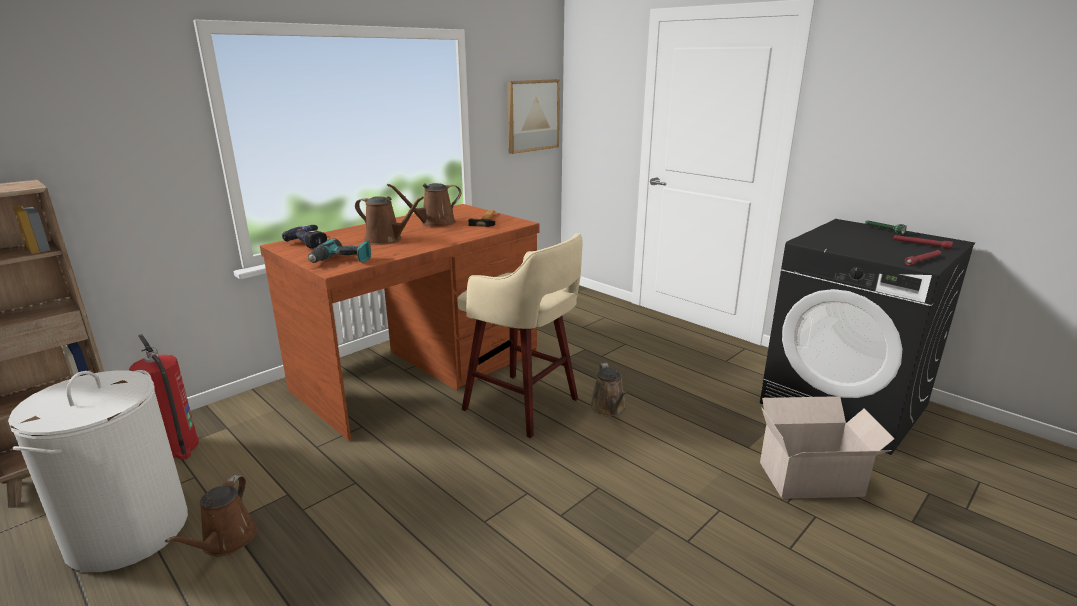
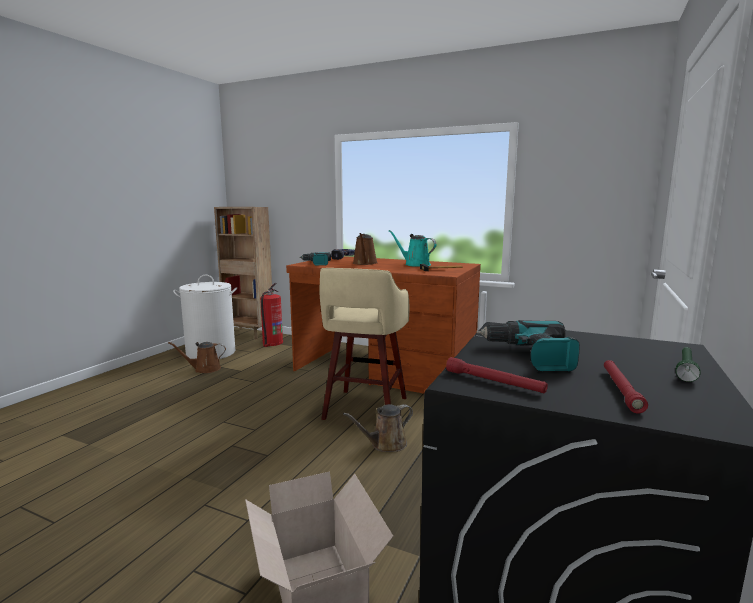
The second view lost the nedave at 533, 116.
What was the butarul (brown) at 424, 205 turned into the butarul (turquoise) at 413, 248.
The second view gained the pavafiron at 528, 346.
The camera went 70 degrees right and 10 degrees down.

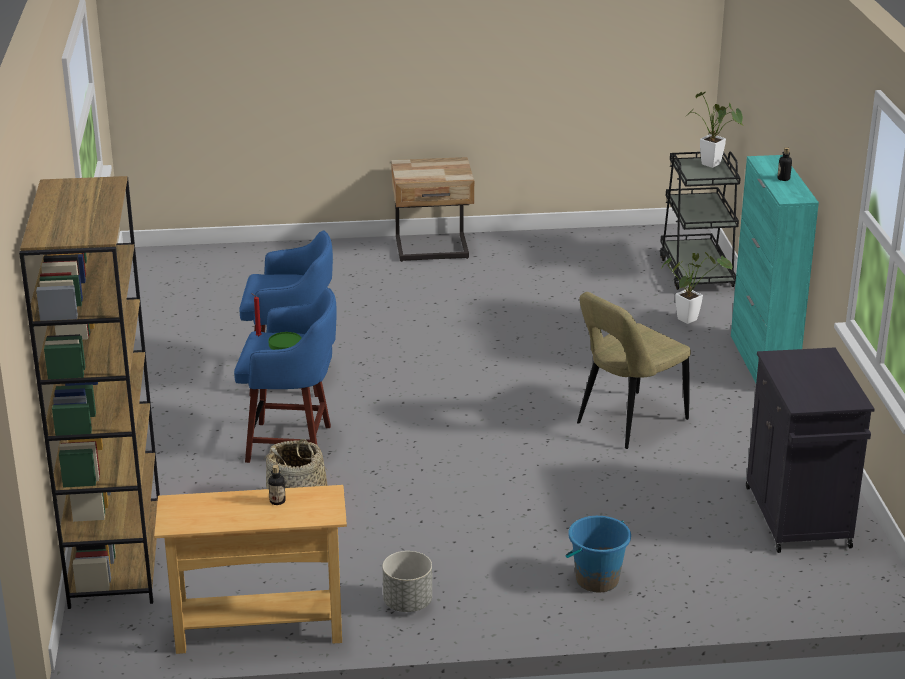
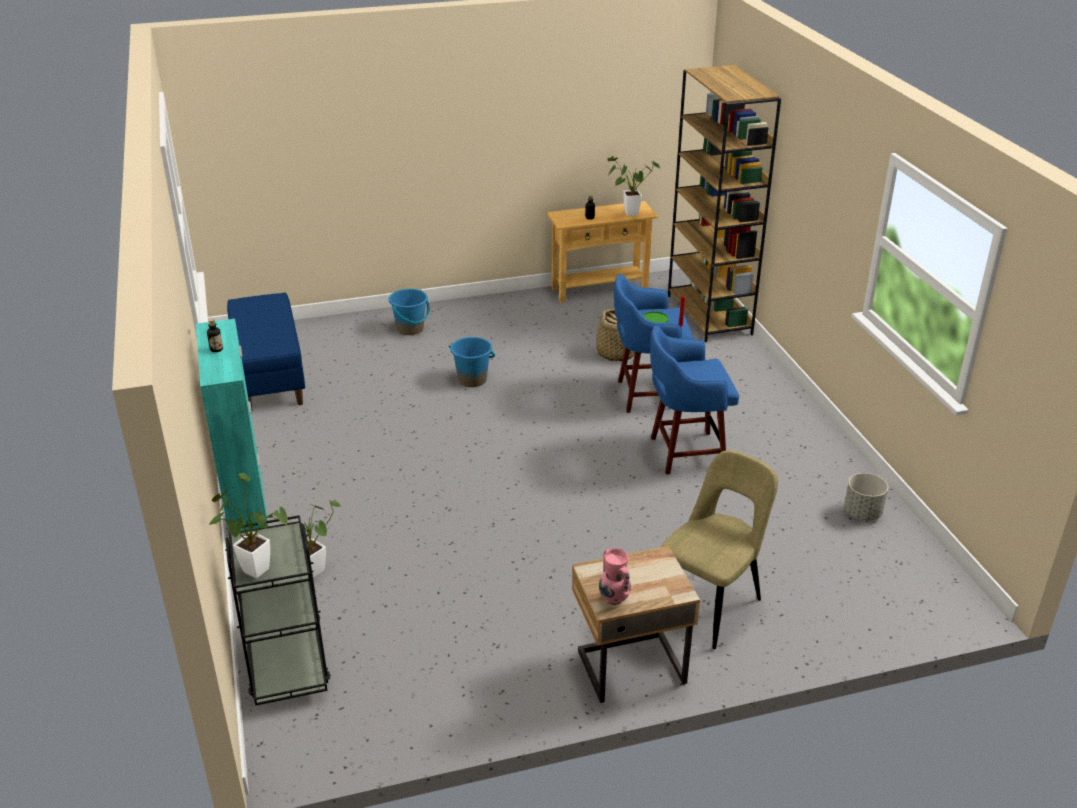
The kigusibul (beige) ended up elsewhere, having gone from 634, 370 to 719, 549.
Where the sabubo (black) stood at 810, 450, the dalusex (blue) came to stand at 266, 351.
The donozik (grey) ended up elsewhere, having gone from 407, 581 to 866, 496.
The second view gained the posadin at 633, 186.
The second view gained the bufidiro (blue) at 472, 362.
The second view gained the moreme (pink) at 615, 576.
The camera went 170 degrees right and 5 degrees up.

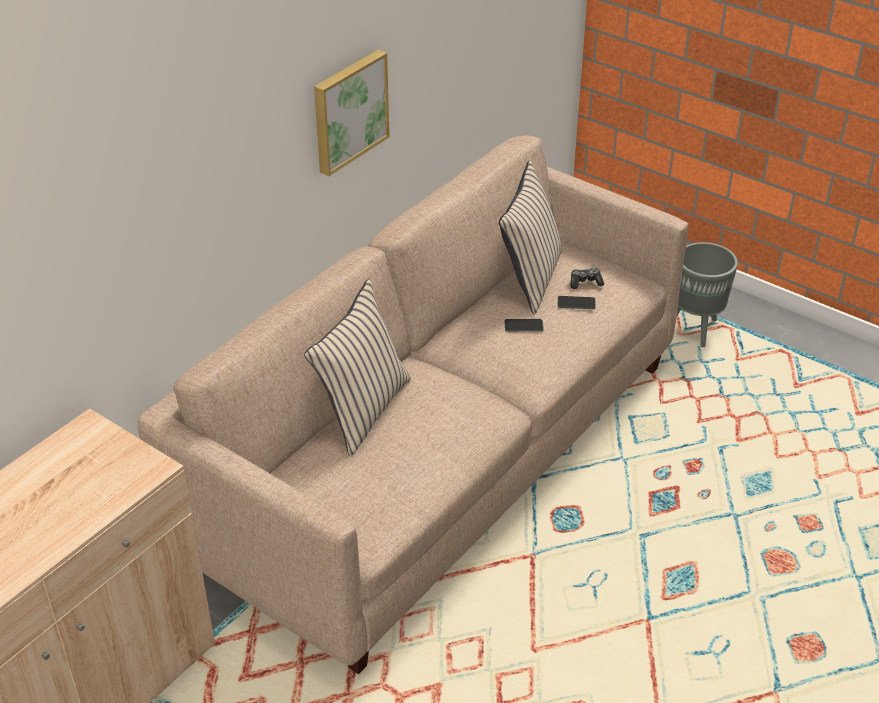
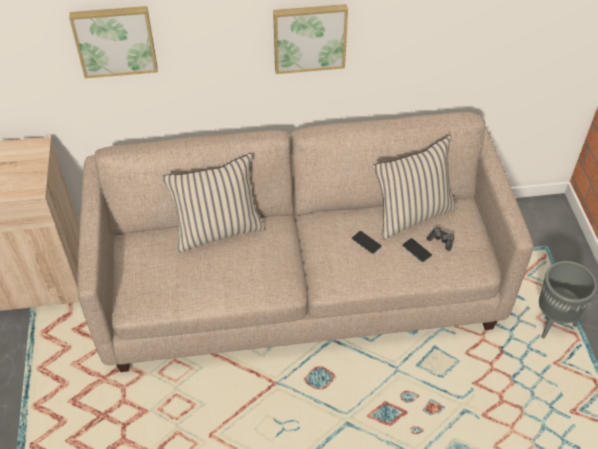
The second view gained the nedave at 113, 42.
The camera went 45 degrees right and 10 degrees up.

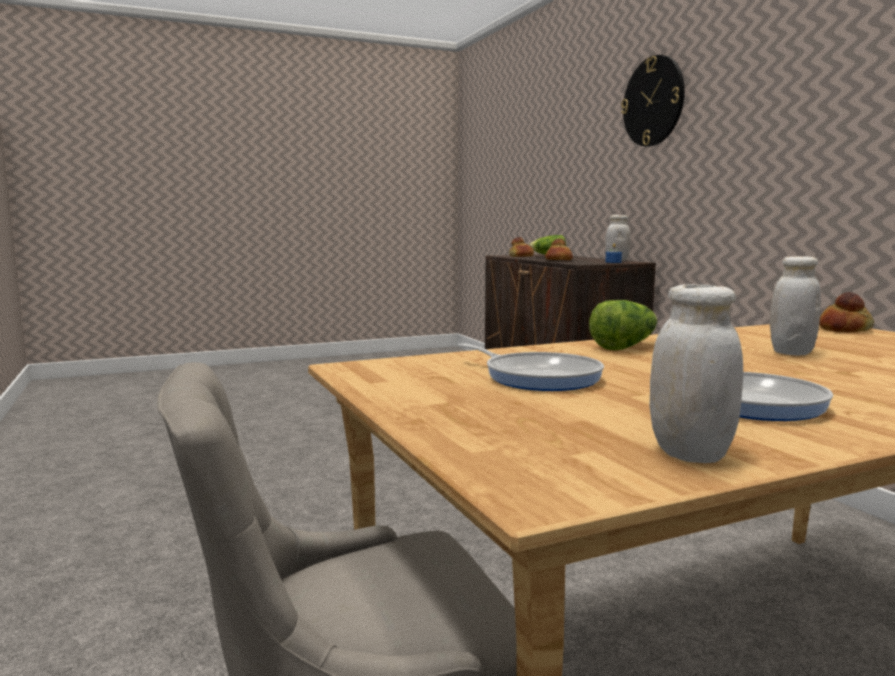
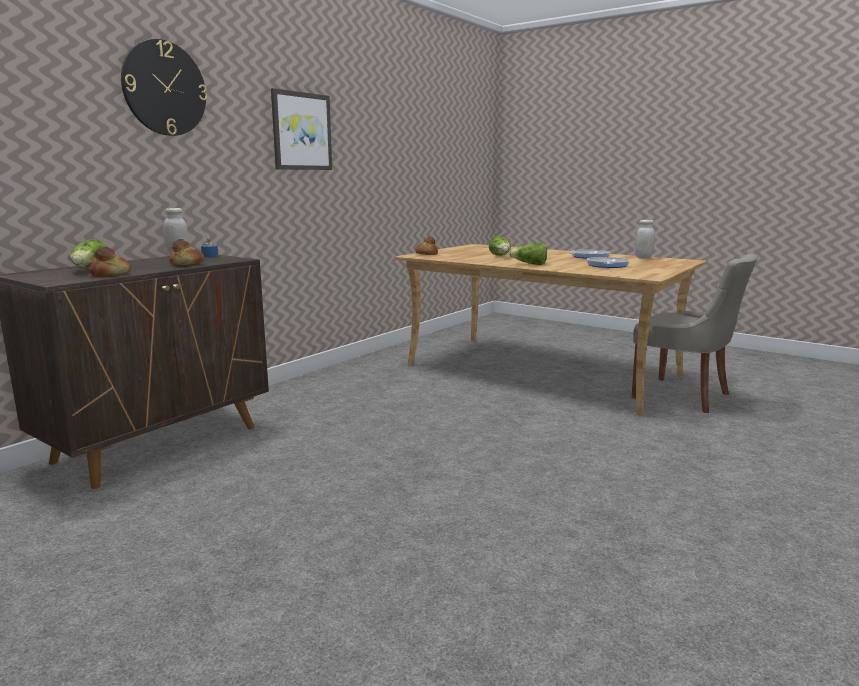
Where the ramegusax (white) stood at 795, 305, the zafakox came to stand at 500, 246.
The second view gained the nedave at 301, 129.
The camera went 120 degrees left and 5 degrees up.

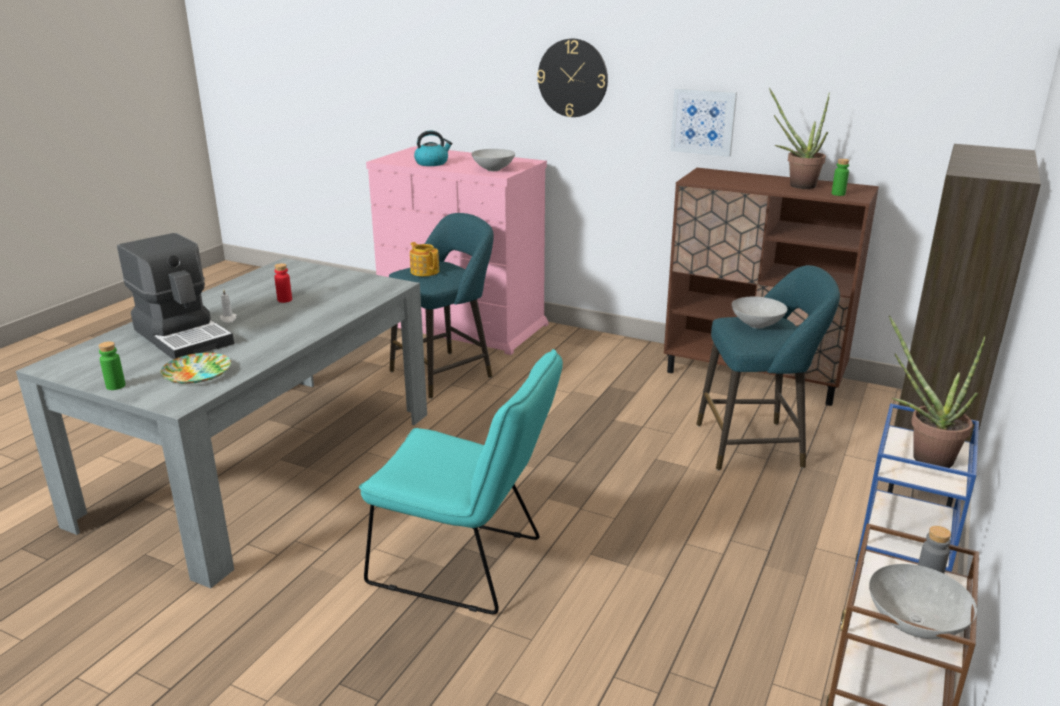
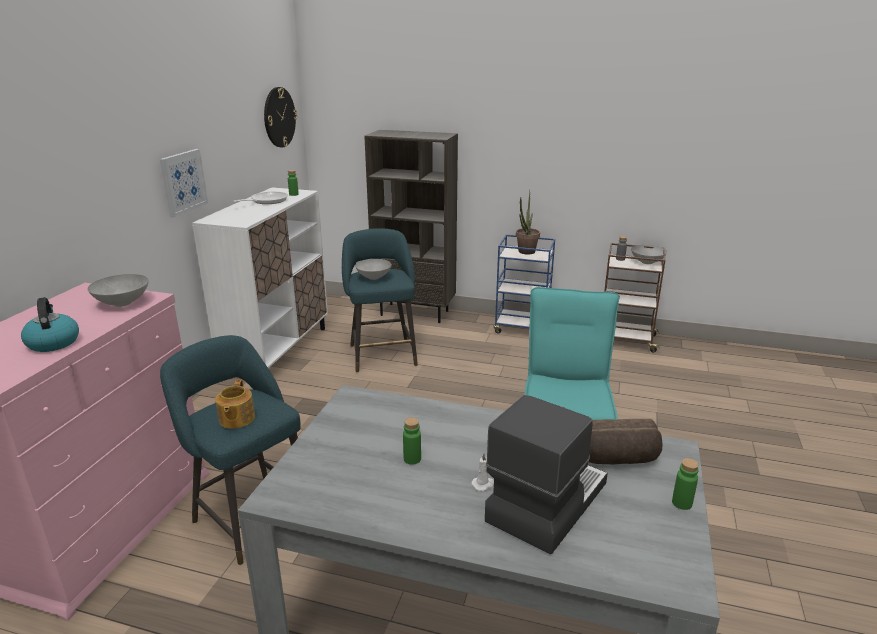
The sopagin ended up elsewhere, having gone from 572, 78 to 280, 117.
Where the posadin stood at 799, 138, the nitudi came to stand at 260, 198.
What was the sabubo (brown) at 771, 287 turned into the sabubo (white) at 260, 277.
The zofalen at 424, 259 ended up facing another way, 45 degrees counterclockwise from before.
What was the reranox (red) at 283, 283 turned into the reranox (green) at 412, 441.
Where the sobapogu stood at 195, 368, the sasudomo came to stand at 625, 441.
The camera went 100 degrees left and 0 degrees up.

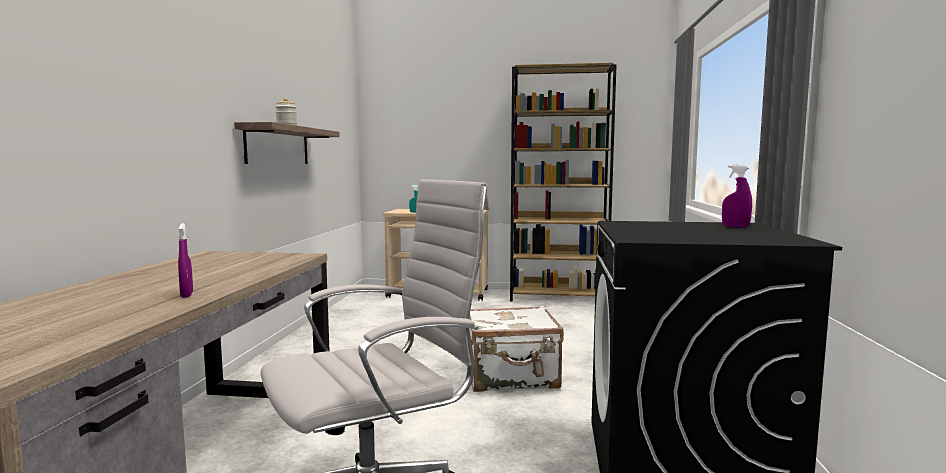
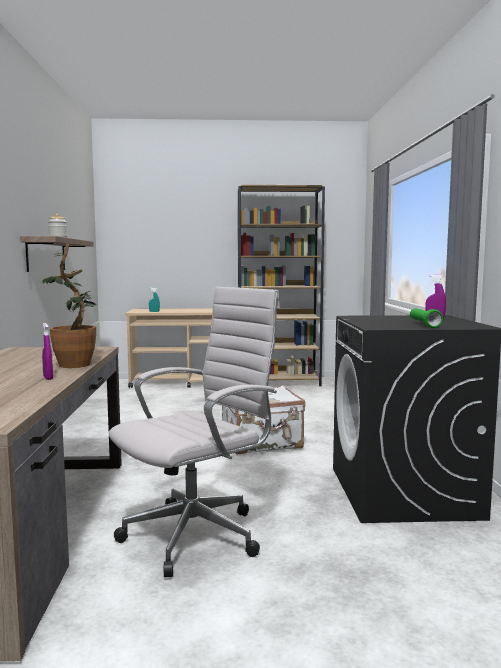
The second view gained the posadin at 69, 305.
The second view gained the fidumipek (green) at 426, 318.
The camera went 10 degrees left and 0 degrees up.

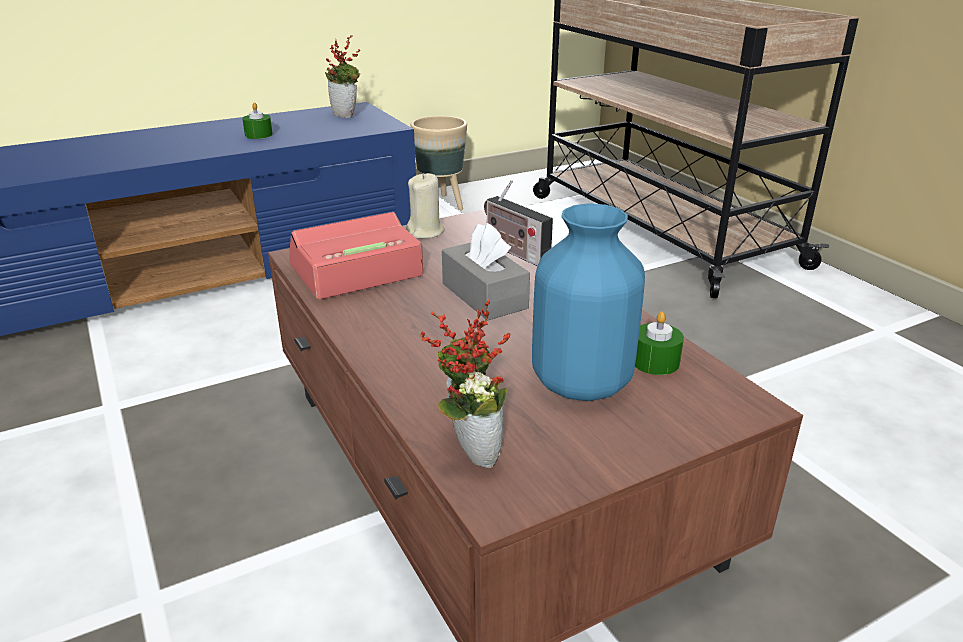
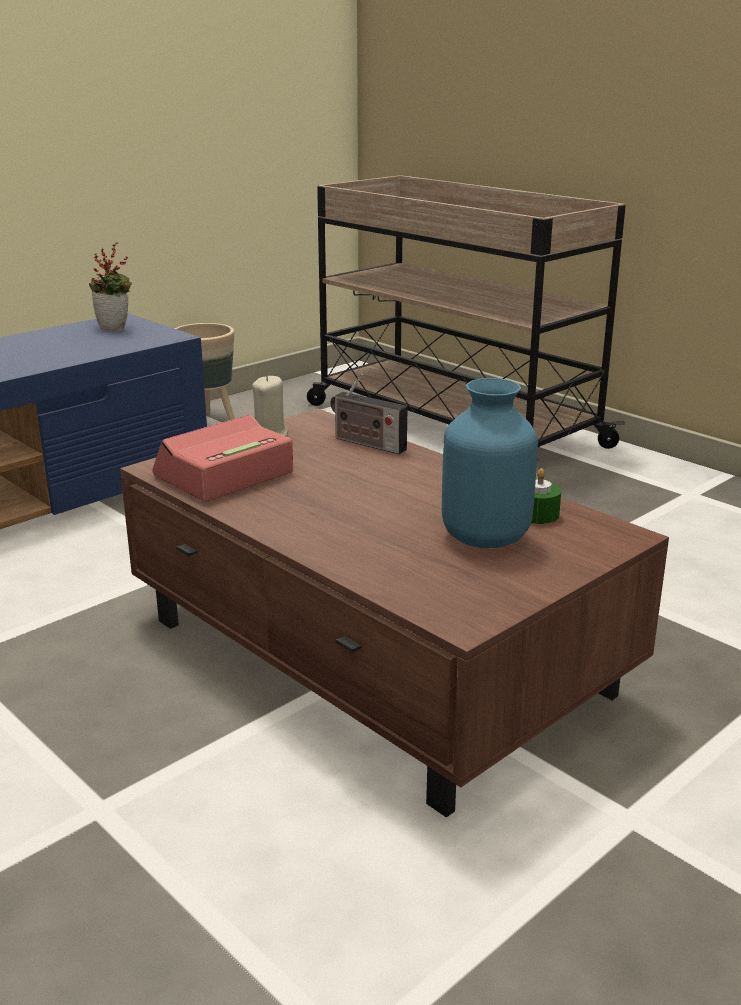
The second view lost the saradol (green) at 257, 120.
The second view lost the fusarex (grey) at 486, 272.
The second view lost the posadin at 464, 383.
The camera went 15 degrees left and 5 degrees down.

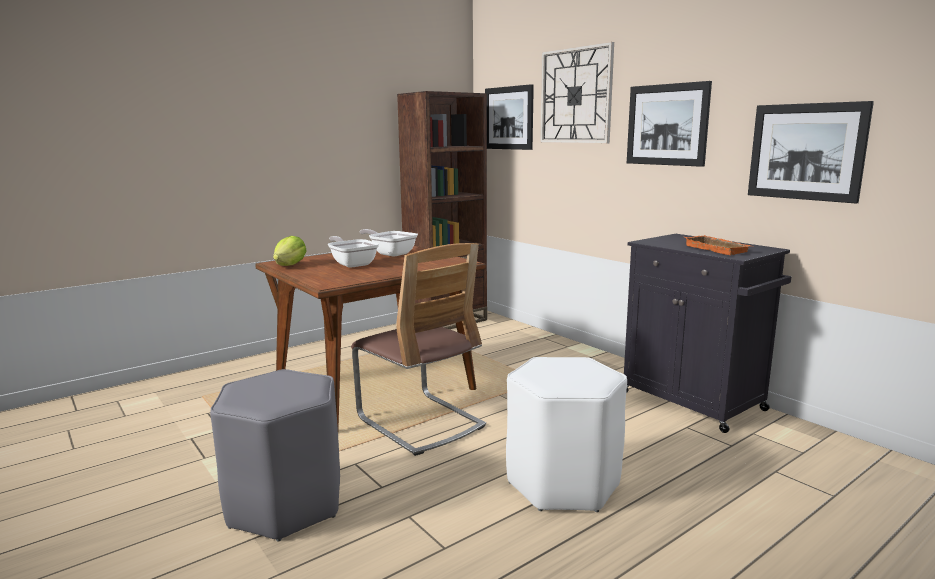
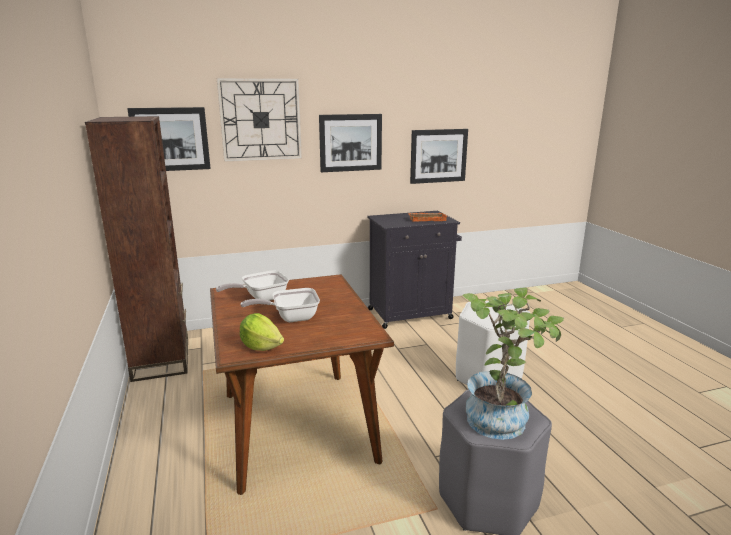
The second view lost the kigusibul at 418, 349.
The second view gained the posadin at 513, 363.
The camera went 70 degrees left and 5 degrees up.

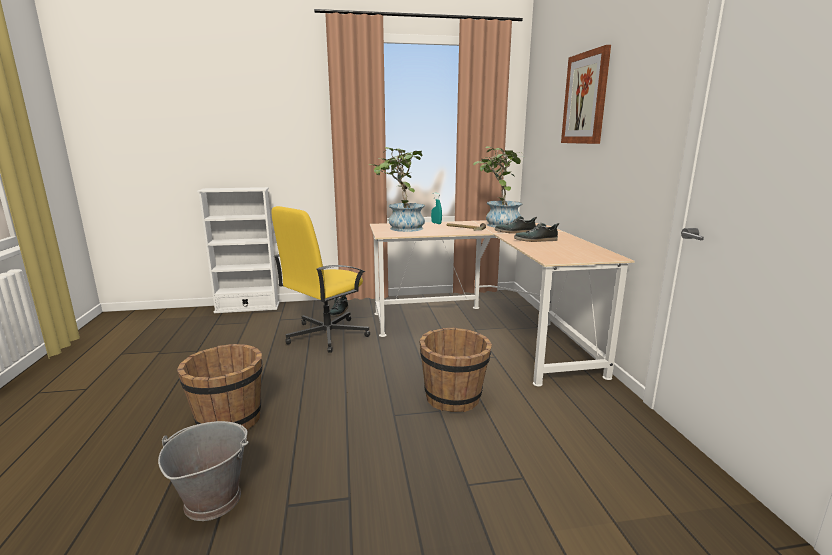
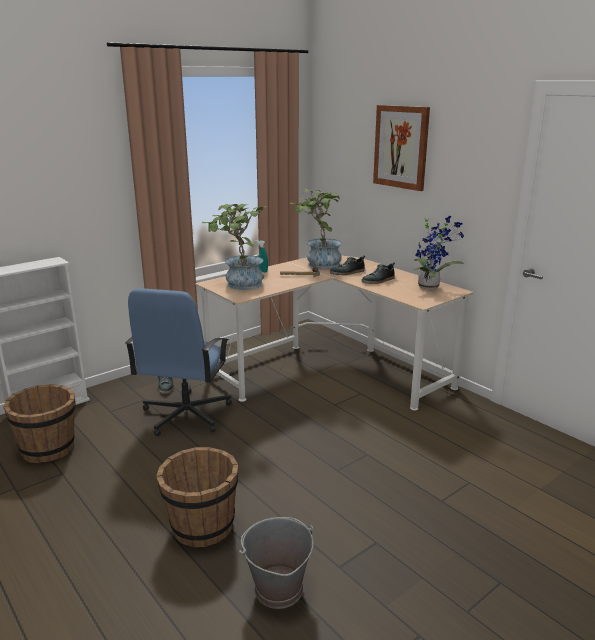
What was the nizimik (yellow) at 320, 279 turned into the nizimik (blue) at 178, 362.
The bufidiro (brown) ended up elsewhere, having gone from 455, 370 to 39, 423.
The second view gained the posadin at 439, 252.
The camera went 30 degrees left and 5 degrees up.

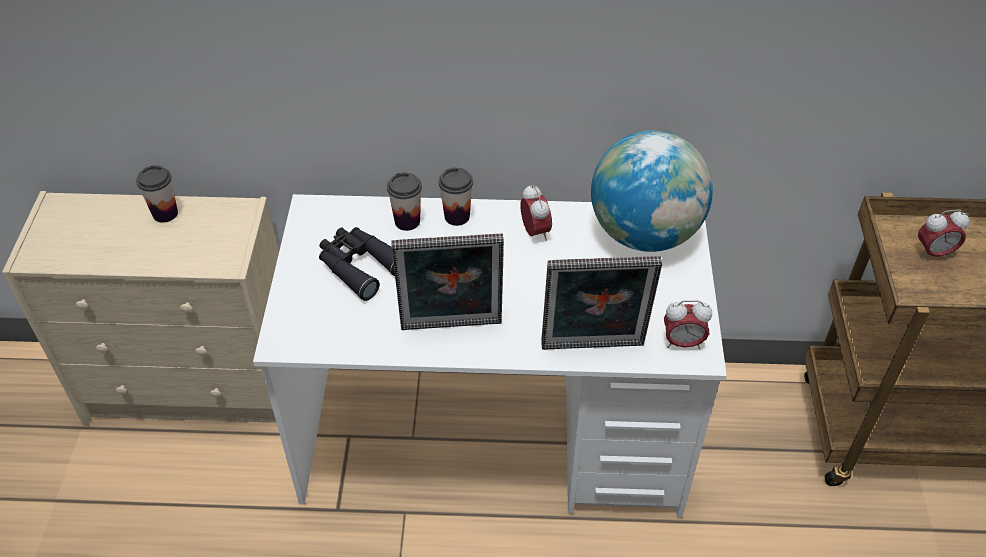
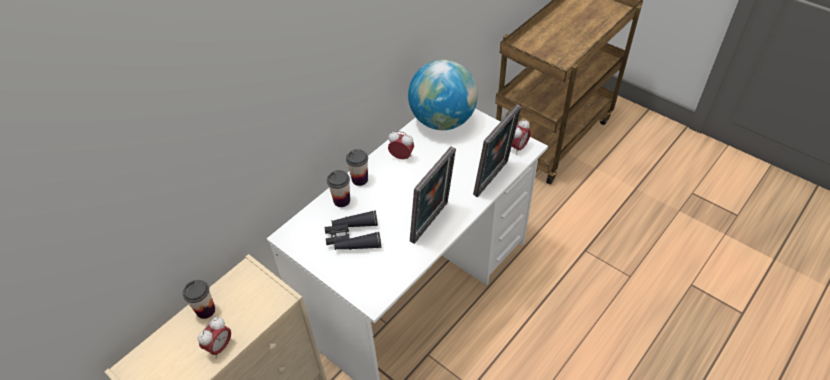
The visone ended up elsewhere, having gone from 943, 234 to 215, 337.
The camera went 50 degrees left and 0 degrees up.

